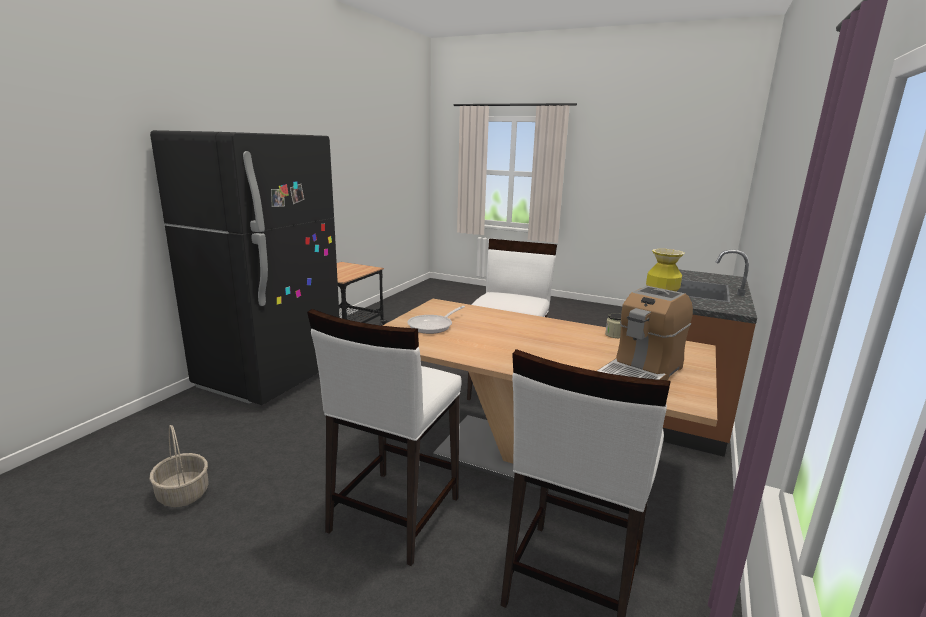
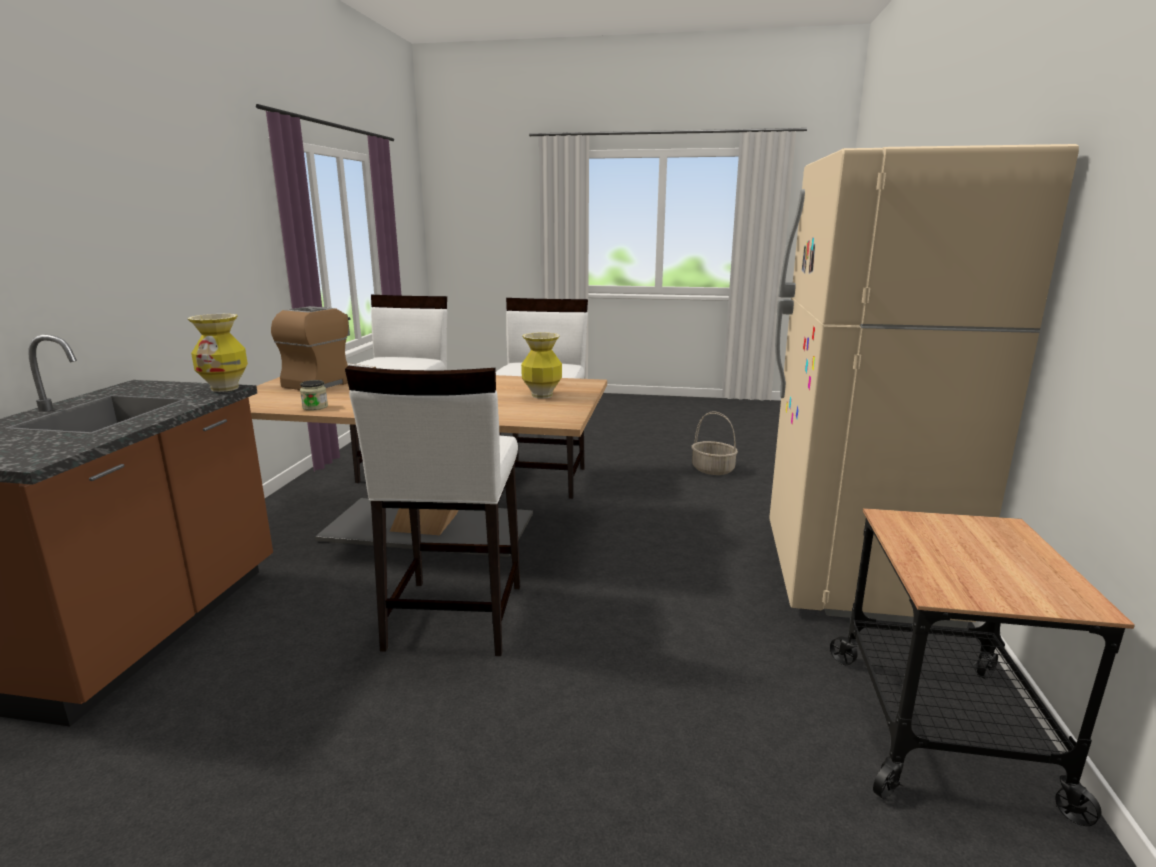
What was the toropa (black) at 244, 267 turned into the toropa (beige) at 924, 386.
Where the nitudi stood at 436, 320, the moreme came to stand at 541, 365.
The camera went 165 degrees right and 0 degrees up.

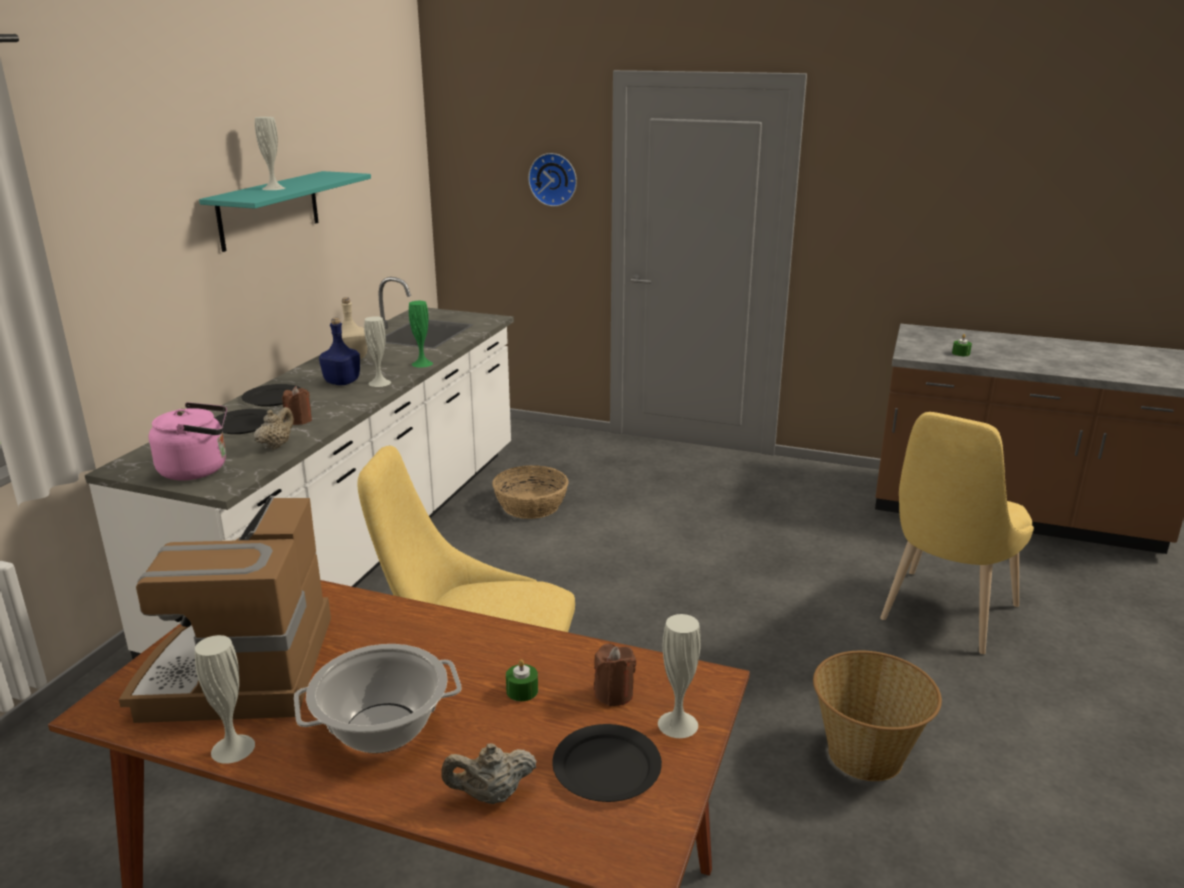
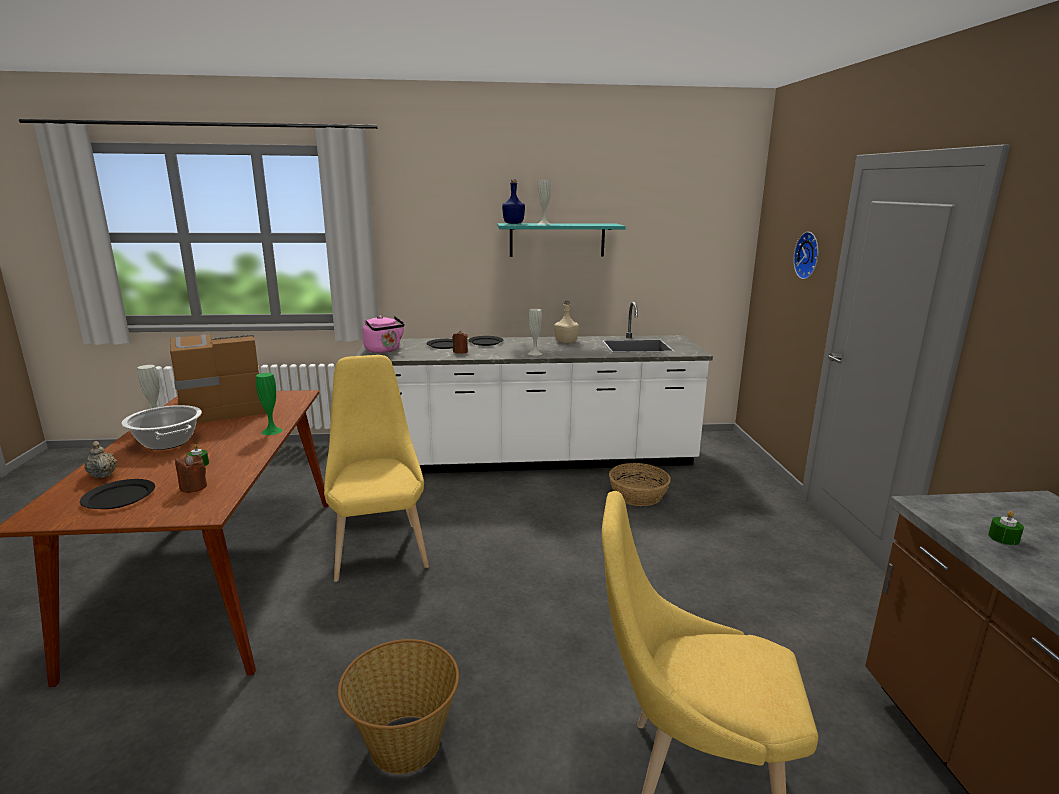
The moreme (green) ended up elsewhere, having gone from 421, 334 to 269, 404.
The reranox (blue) ended up elsewhere, having gone from 339, 351 to 513, 202.
The second view lost the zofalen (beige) at 274, 428.
The second view lost the moreme (white) at 679, 676.
The camera went 65 degrees right and 5 degrees down.

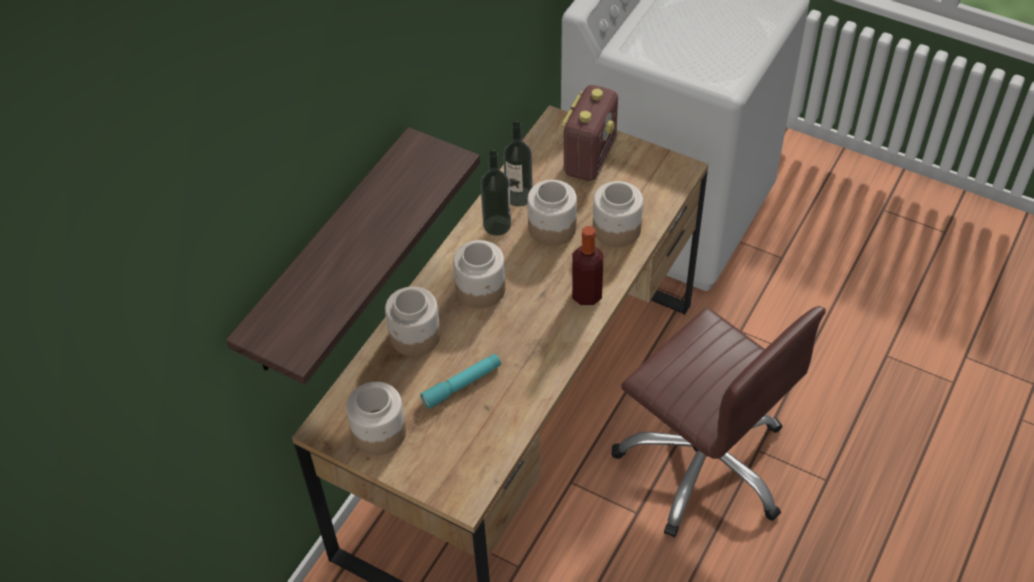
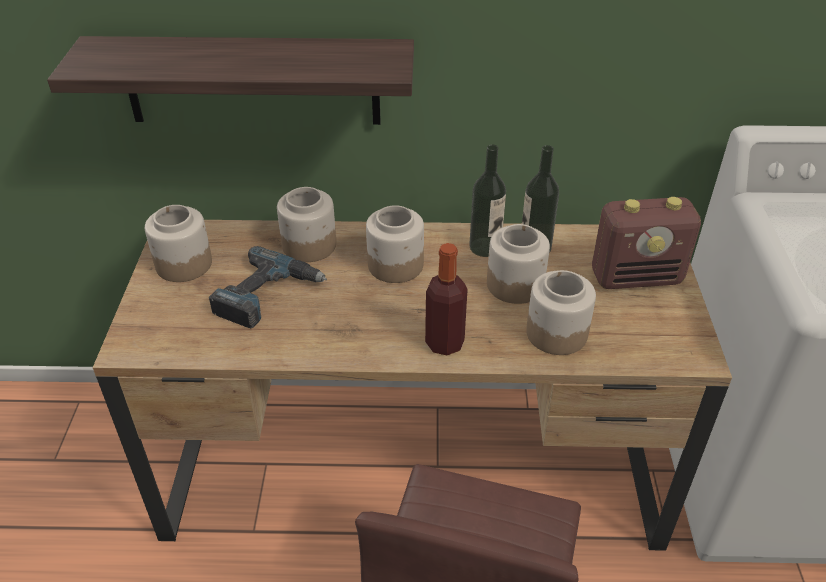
Where the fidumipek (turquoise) stood at 460, 381, the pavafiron came to stand at 268, 287.
The camera went 60 degrees right and 10 degrees down.

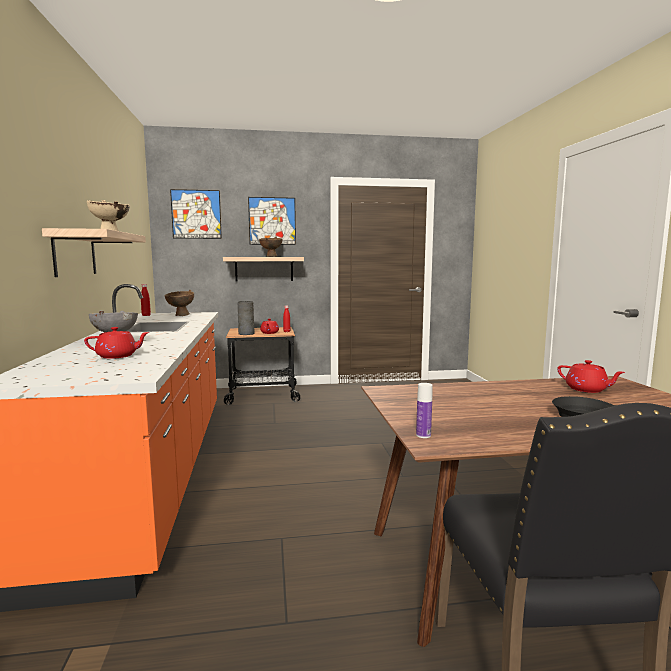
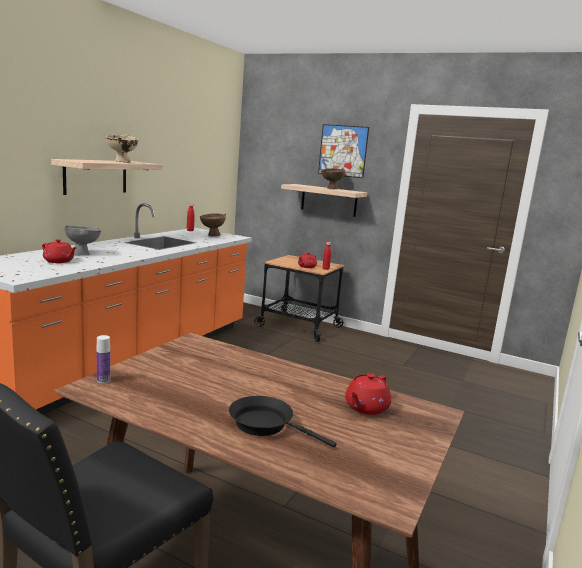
The second view lost the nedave at 196, 214.
The second view lost the moreme (grey) at 246, 318.
The zofalen (red) at 591, 376 ended up facing another way, 45 degrees clockwise from before.
The camera went 35 degrees right and 5 degrees up.

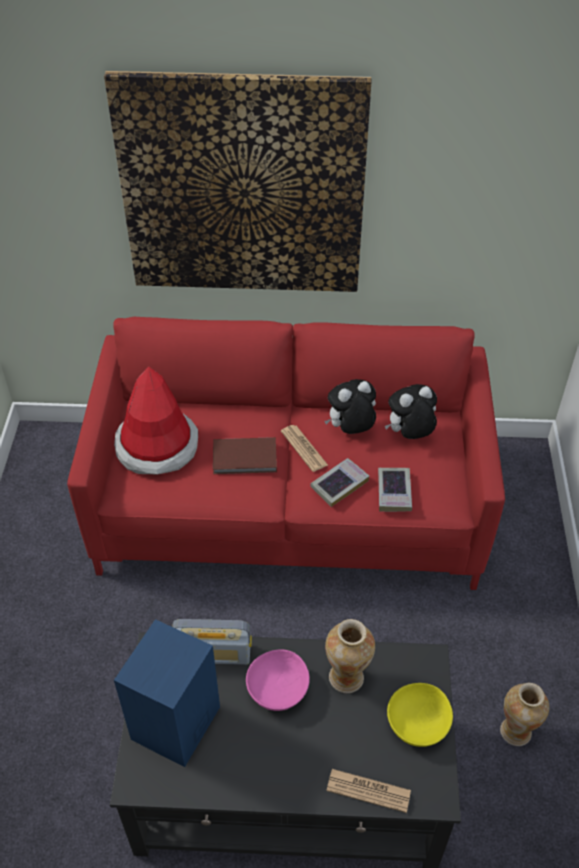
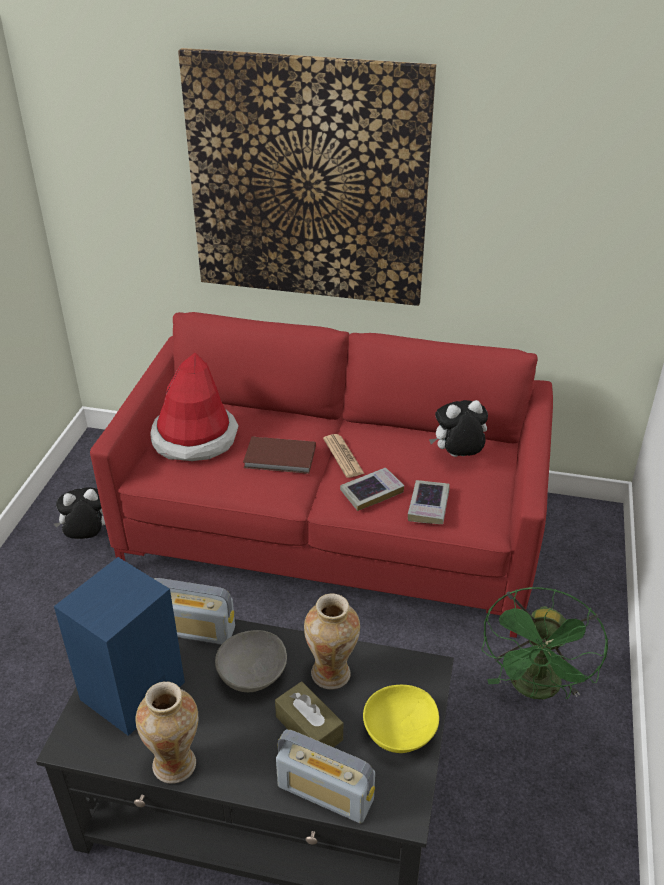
The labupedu ended up elsewhere, having gone from 350, 406 to 79, 513.
What was the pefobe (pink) at 278, 680 turned into the pefobe (grey) at 251, 661.
The moreme ended up elsewhere, having gone from 524, 714 to 166, 733.
Where the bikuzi stood at 368, 791, the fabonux came to stand at 325, 776.
The second view gained the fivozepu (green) at 544, 643.
The second view gained the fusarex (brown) at 309, 714.
The camera went 10 degrees right and 10 degrees down.

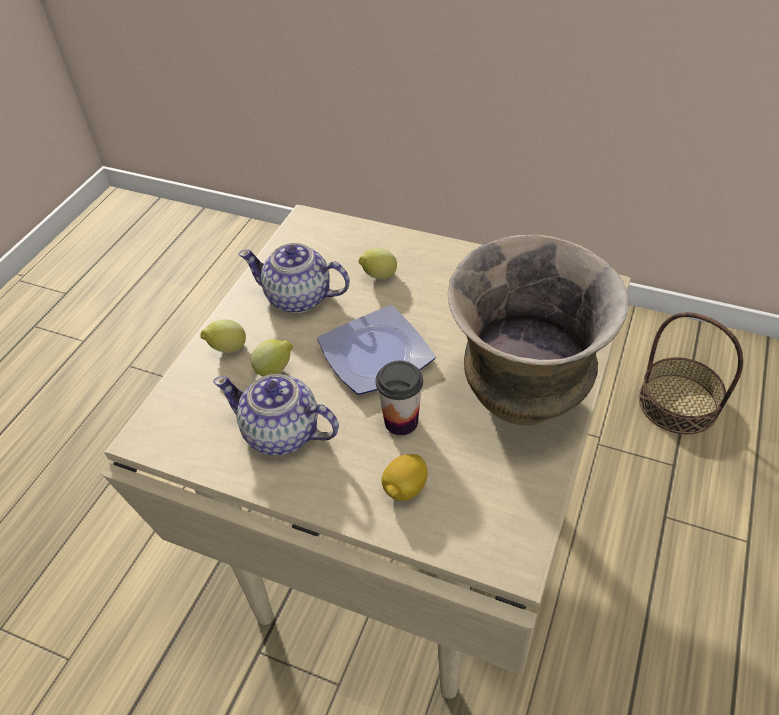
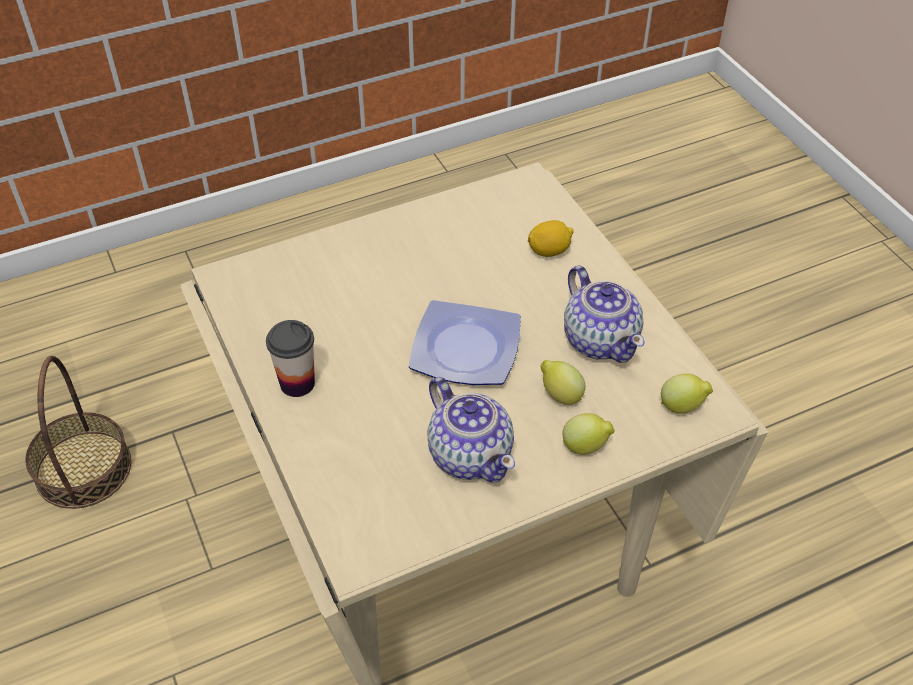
The second view lost the moreme at 538, 329.
The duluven ended up elsewhere, having gone from 378, 263 to 687, 394.
The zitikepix ended up elsewhere, having gone from 399, 398 to 290, 358.
The camera went 140 degrees left and 0 degrees up.

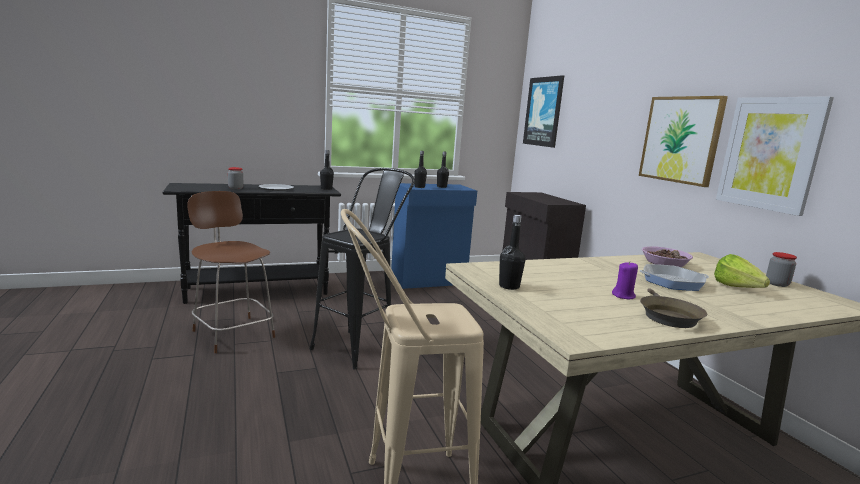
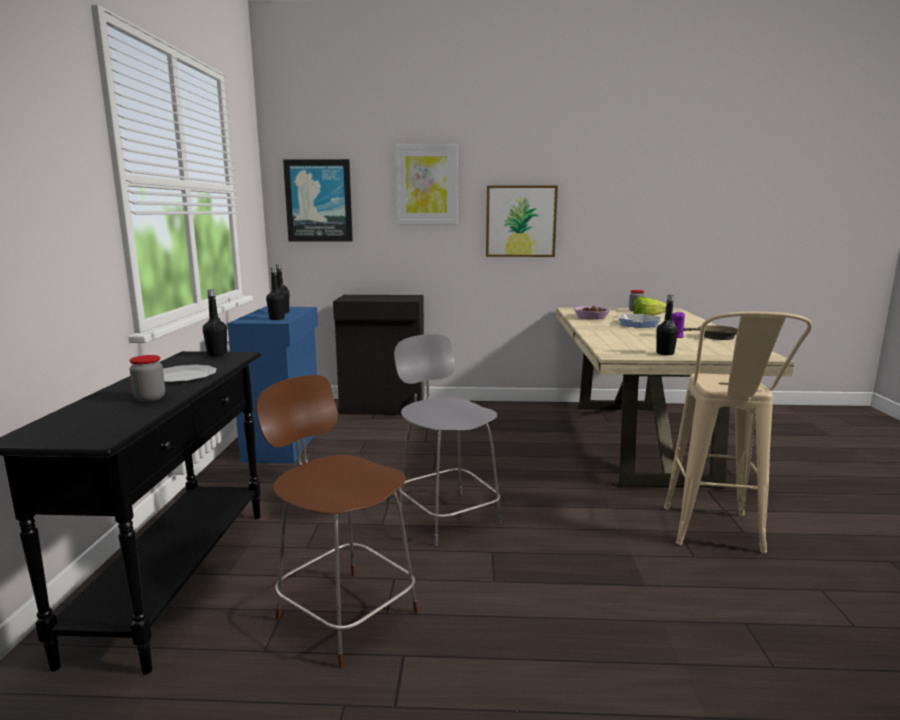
The nedave ended up elsewhere, having gone from 775, 156 to 426, 184.
Where the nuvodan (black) stood at 362, 268, the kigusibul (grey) came to stand at 448, 440.
The kigusibul (brown) at 231, 272 ended up facing another way, 60 degrees clockwise from before.
The camera went 65 degrees left and 0 degrees up.

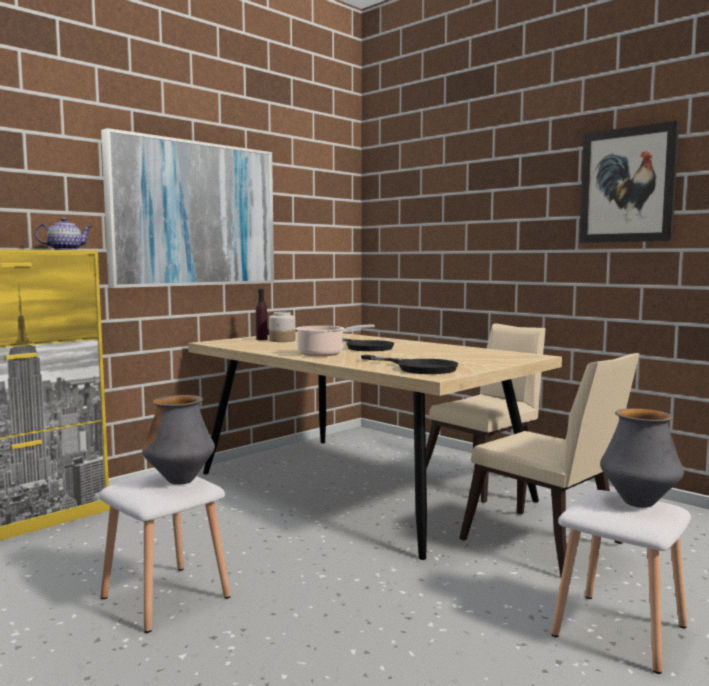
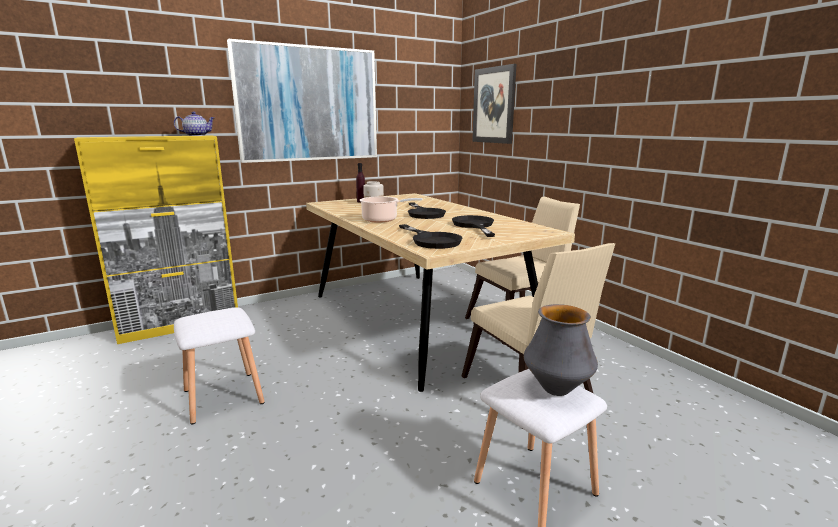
The nedave ended up elsewhere, having gone from 629, 182 to 494, 104.
The second view lost the moreme at 178, 440.
The second view gained the nitudi (black) at 473, 226.
The camera went 15 degrees right and 10 degrees up.

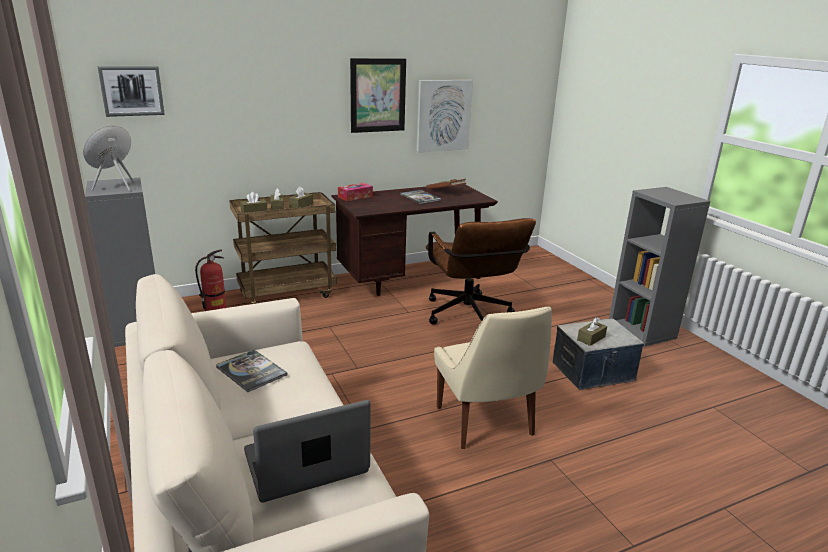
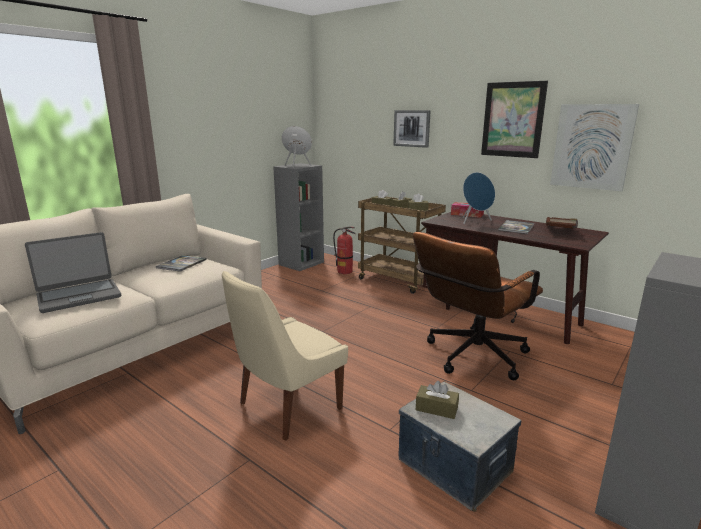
The nedave ended up elsewhere, having gone from 131, 91 to 412, 129.
The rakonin at 307, 451 ended up facing another way, 105 degrees clockwise from before.
The second view gained the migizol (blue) at 479, 198.
The camera went 65 degrees right and 5 degrees down.

